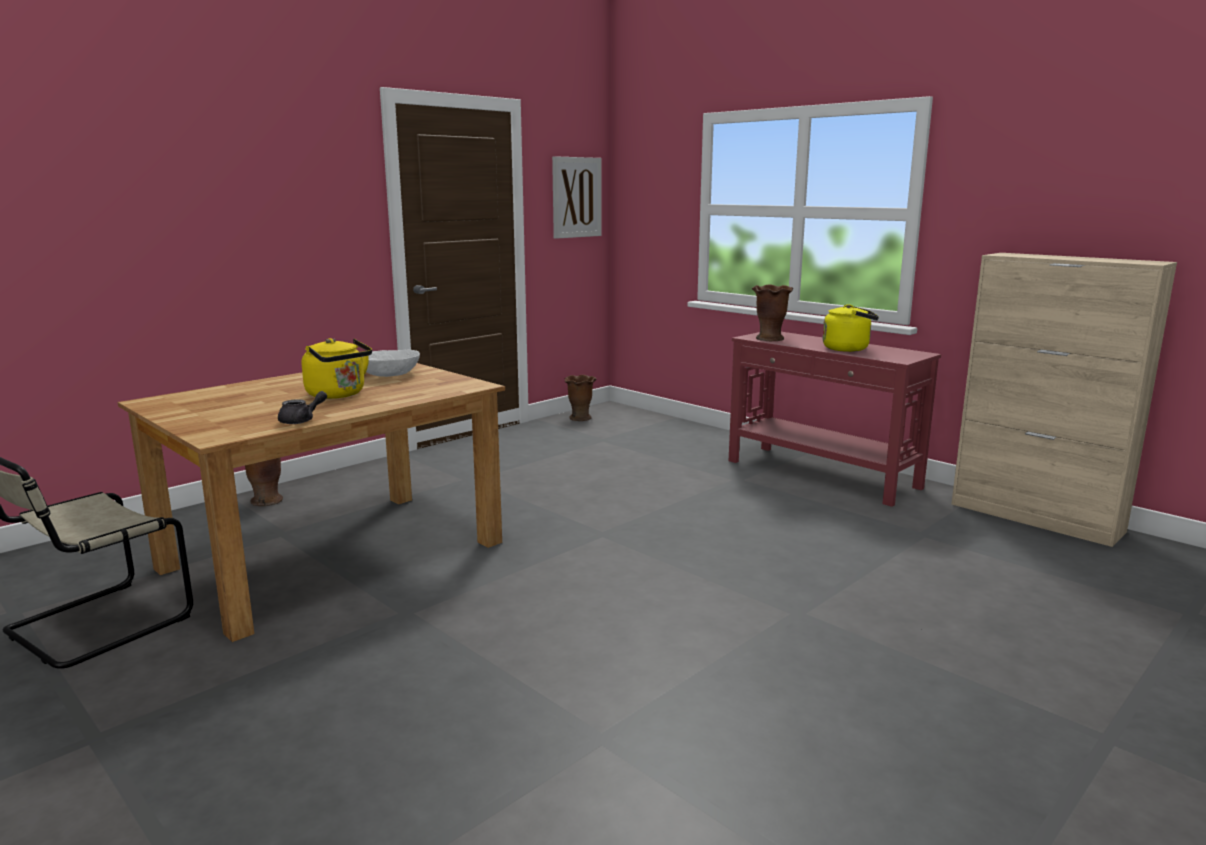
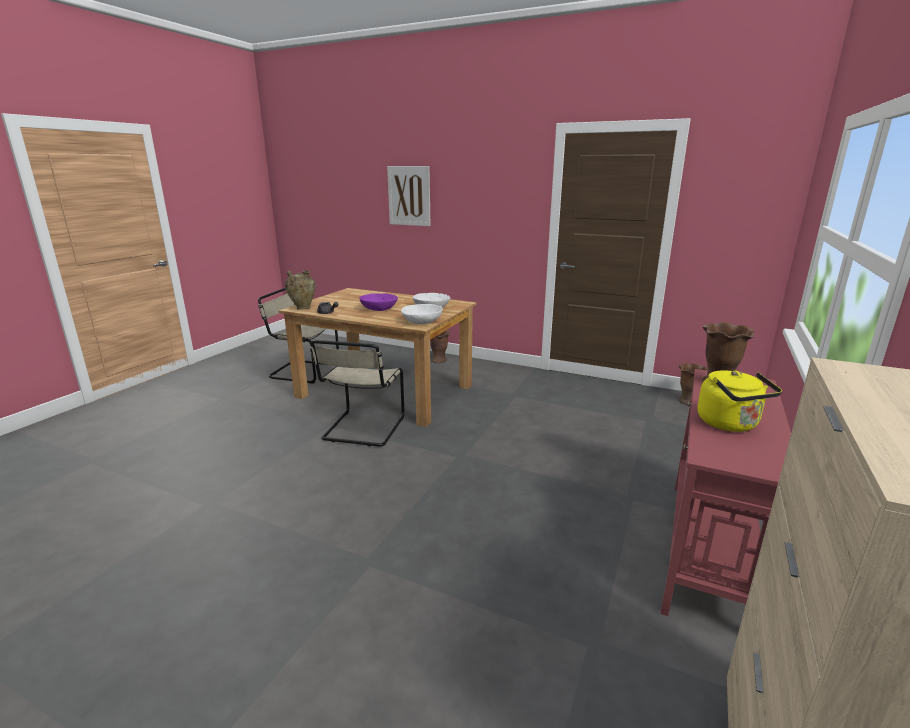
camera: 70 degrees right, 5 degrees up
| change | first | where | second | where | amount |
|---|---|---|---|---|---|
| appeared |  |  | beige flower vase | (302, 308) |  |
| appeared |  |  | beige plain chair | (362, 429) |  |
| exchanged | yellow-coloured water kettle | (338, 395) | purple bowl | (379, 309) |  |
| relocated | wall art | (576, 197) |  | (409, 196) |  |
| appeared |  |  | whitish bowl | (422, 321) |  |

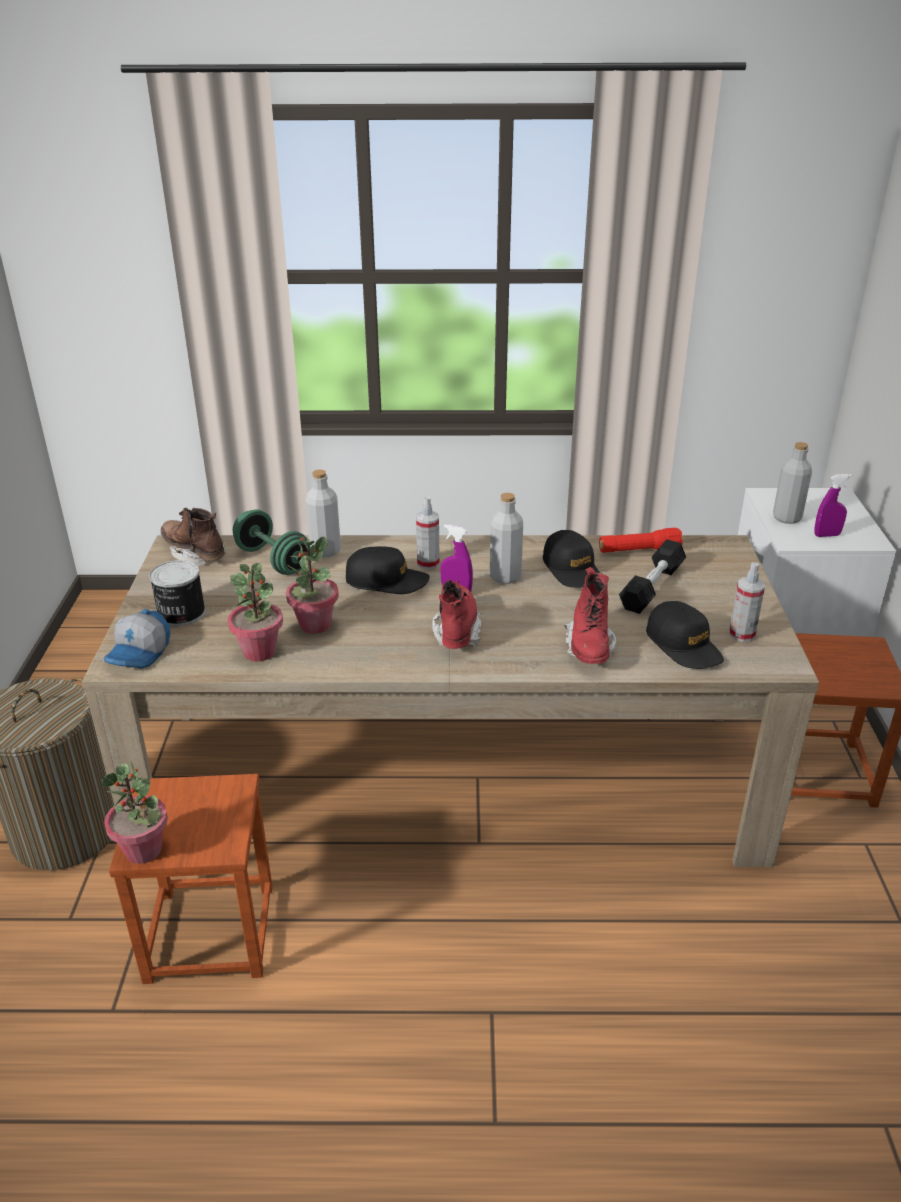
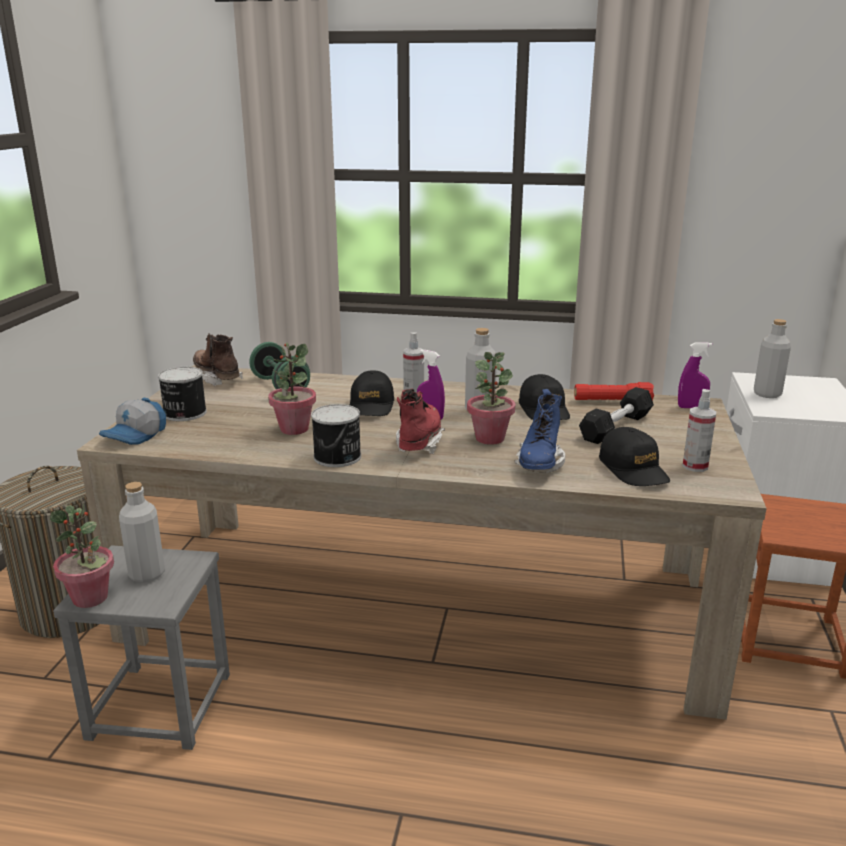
camera: 10 degrees right, 10 degrees down
| change | first | where | second | where | amount |
|---|---|---|---|---|---|
| colour | brownish stool seat | (210, 934) | greyish stool seat | (159, 706) |  |
| relocated | greyish beverage bottle | (325, 551) |  | (147, 574) |  |
| appeared |  |  | metal can | (338, 457) |  |
| spun | blackish baseball cap | (386, 581) |  | (371, 405) | 75 degrees clockwise |
| relocated | potted plant | (260, 652) |  | (490, 438) |  |
| colour | reddish tall boot | (589, 648) | bluish tall boot | (539, 464) |  |
| relocated | purple spray bottle | (827, 535) |  | (691, 407) |  |

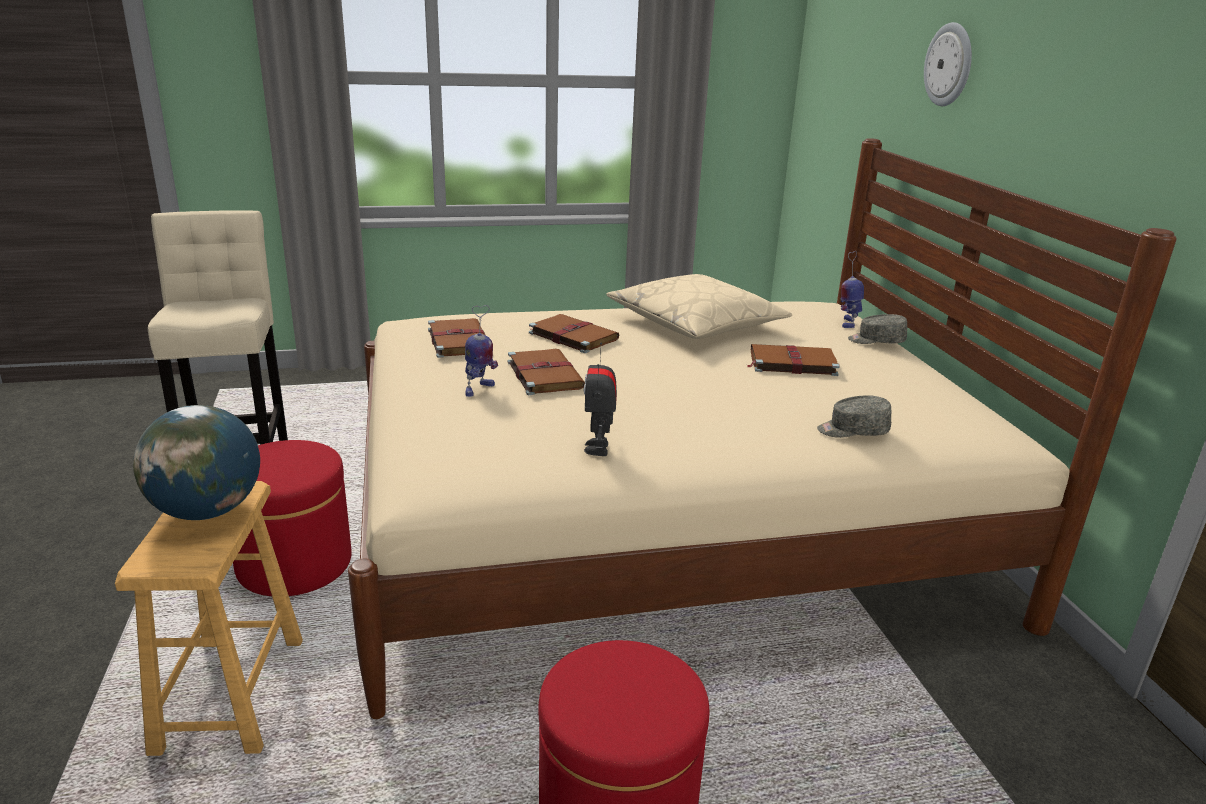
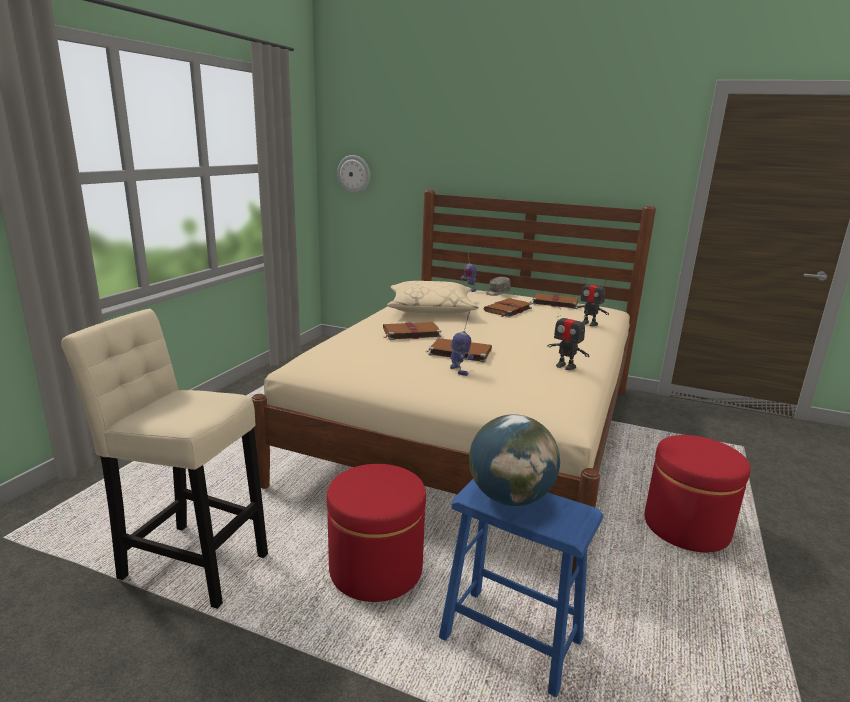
camera: 55 degrees left, 5 degrees down
| change | first | where | second | where | amount |
|---|---|---|---|---|---|
| relocated | wall clock | (949, 65) |  | (354, 174) |  |
| colour | brownish stool seat | (230, 693) | bluish stool seat | (511, 638) |  |
| relocated | brownish book | (458, 340) |  | (554, 302) |  |
| exchanged | greyish baseball cap | (852, 431) | robot figure | (589, 324) |  |

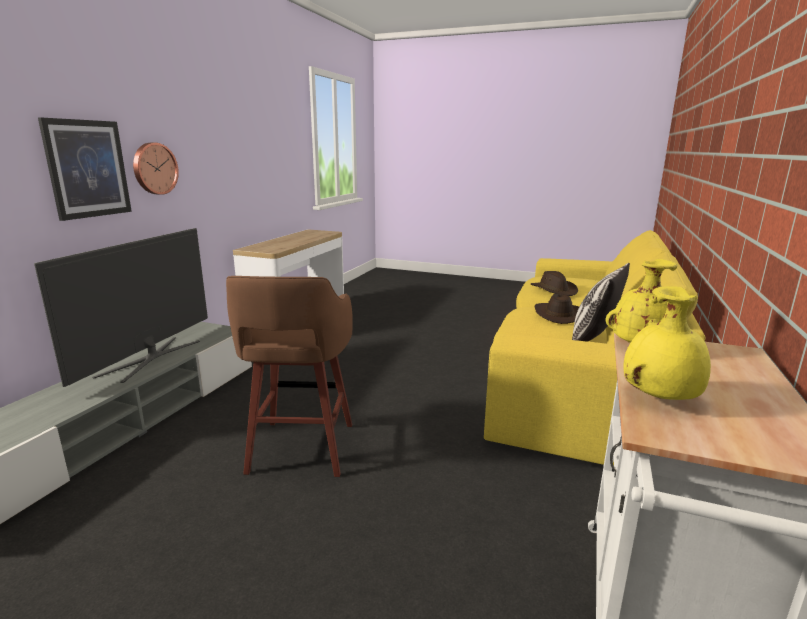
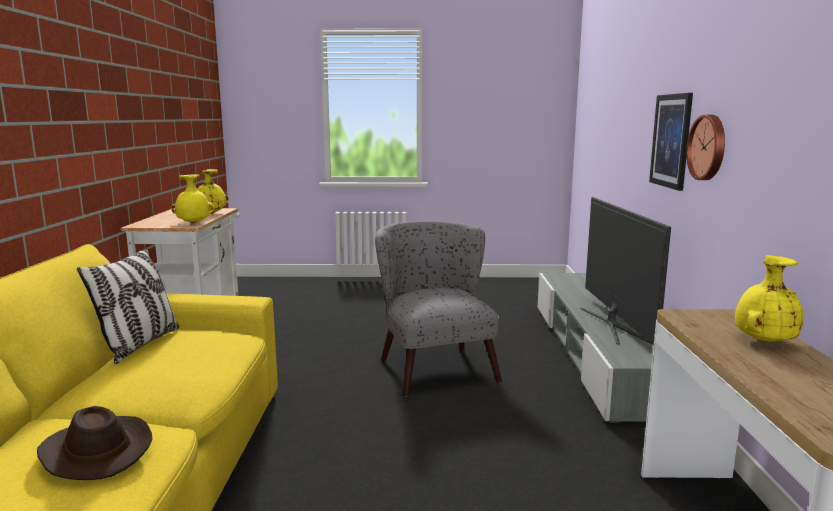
camera: 160 degrees right, 5 degrees down
| change | first | where | second | where | amount |
|---|---|---|---|---|---|
| exchanged | brownish stool seat | (300, 450) | greyish lounge chair | (433, 365) |  |
| appeared |  |  | yellow-coloured flower vase | (763, 341) |  |
| missing | brownish hat | (558, 314) |  |  |  |

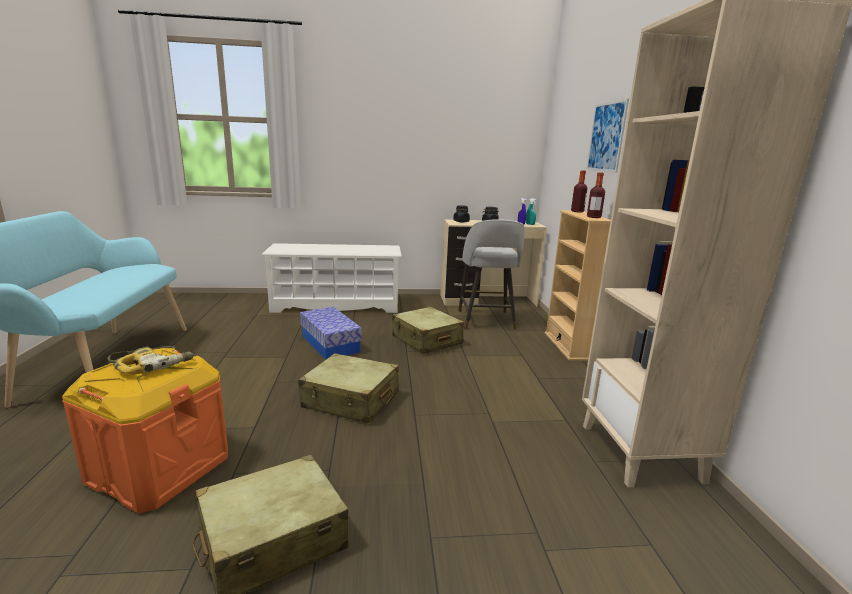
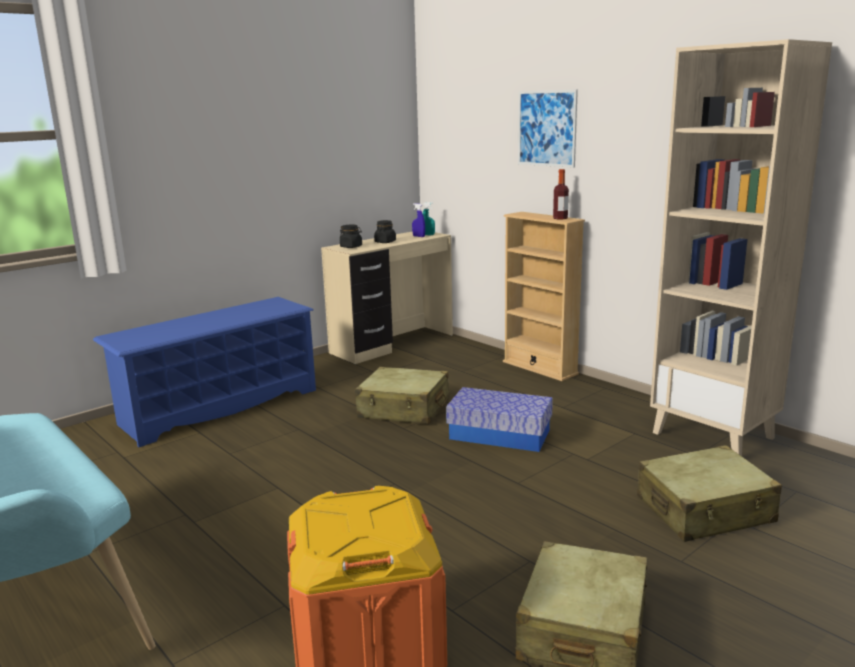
camera: 35 degrees left, 0 degrees up
| change | first | where | second | where | amount |
|---|---|---|---|---|---|
| colour | whitish shoe shelf | (336, 305) | bluish shoe shelf | (219, 407) |  |
| relocated | storage bin | (330, 343) |  | (499, 434) |  |
| relocated | beige suitcase | (351, 400) |  | (705, 510) |  |
| missing | power drill | (153, 365) |  |  |  |
| missing | greyish stool seat | (486, 321) |  |  |  |
| missing | beverage bottle | (577, 211) |  |  |  |

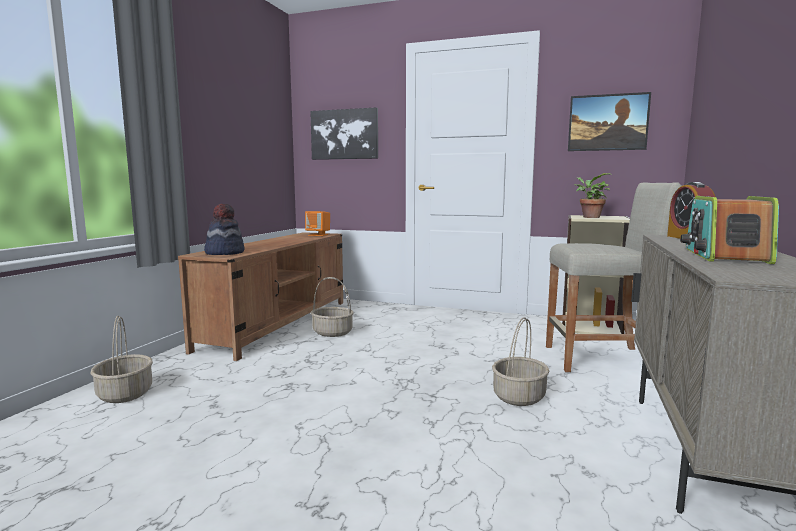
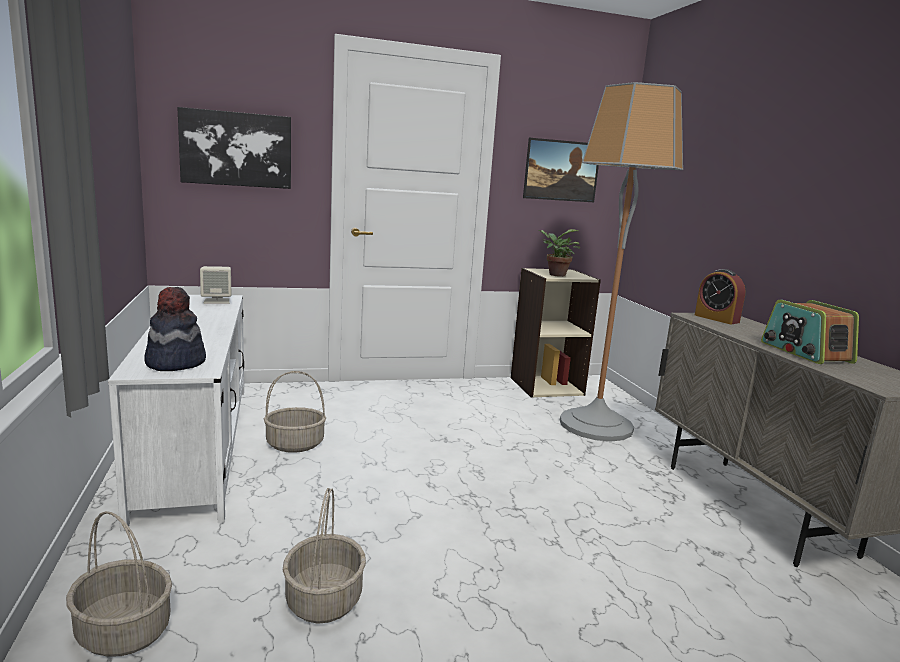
camera: 35 degrees left, 5 degrees up
| change | first | where | second | where | amount |
|---|---|---|---|---|---|
| colour | brownish tv stand | (278, 324) | whitish tv stand | (197, 444) |  |
| colour | orange audio speaker | (318, 235) | beige audio speaker | (217, 301) |  |
| relocated | basket | (518, 396) |  | (323, 599) |  |
| exchanged | beige stool seat | (601, 359) | standard lamp | (596, 425) |  |

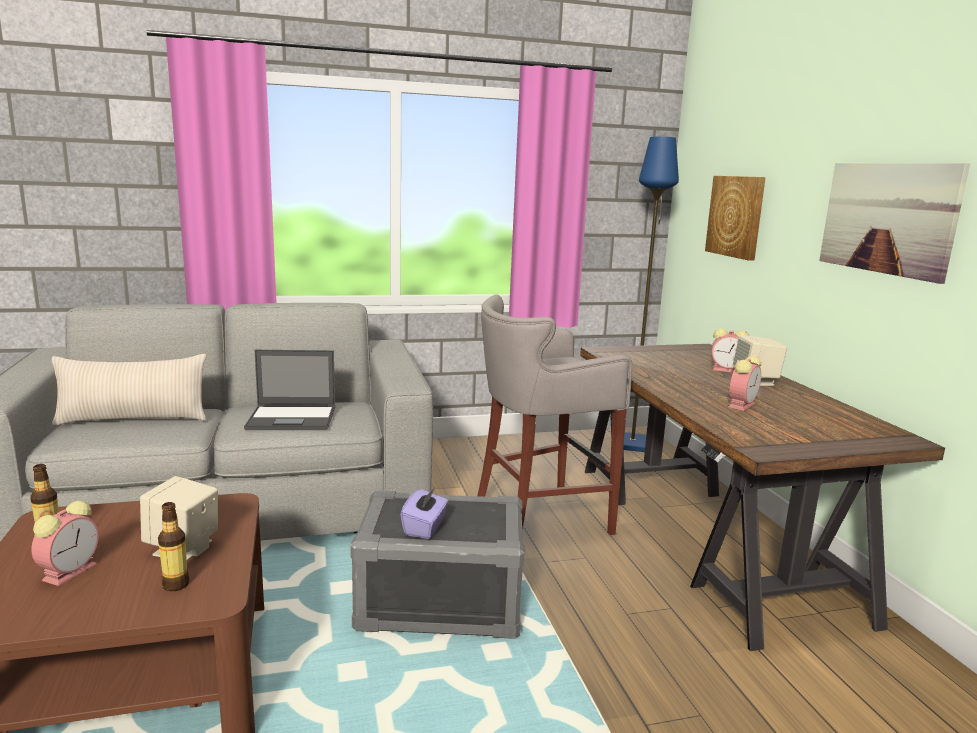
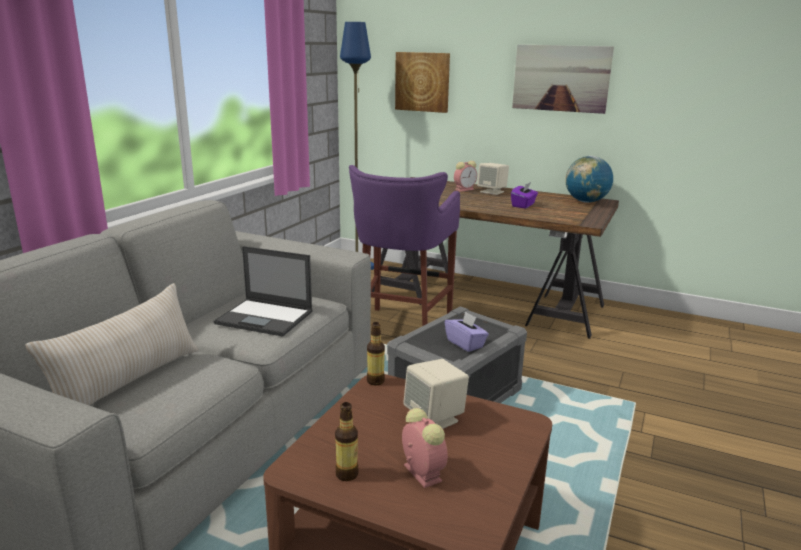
camera: 50 degrees left, 5 degrees up
| change | first | where | second | where | amount |
|---|---|---|---|---|---|
| spun | notebook computer | (293, 418) |  | (265, 318) | 75 degrees clockwise |
| colour | greyish stool seat | (538, 517) | purple stool seat | (401, 330) |  |
| relocated | beverage bottle | (175, 585) |  | (375, 381) |  |
| exchanged | alarm clock | (741, 405) | purple tissue holder | (523, 205) |  |
| appeared |  |  | world globe | (586, 202) |  |

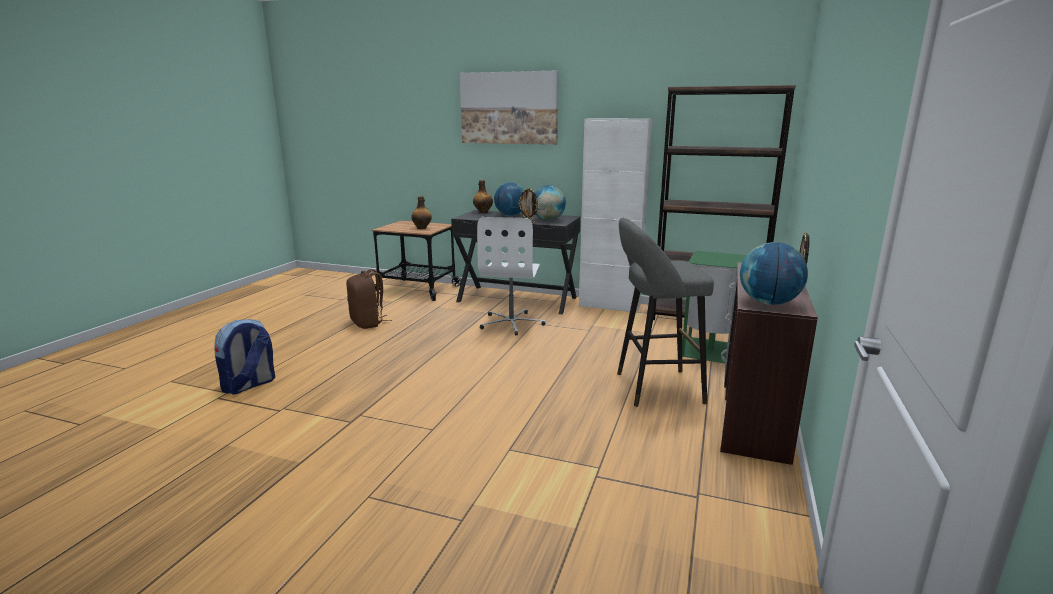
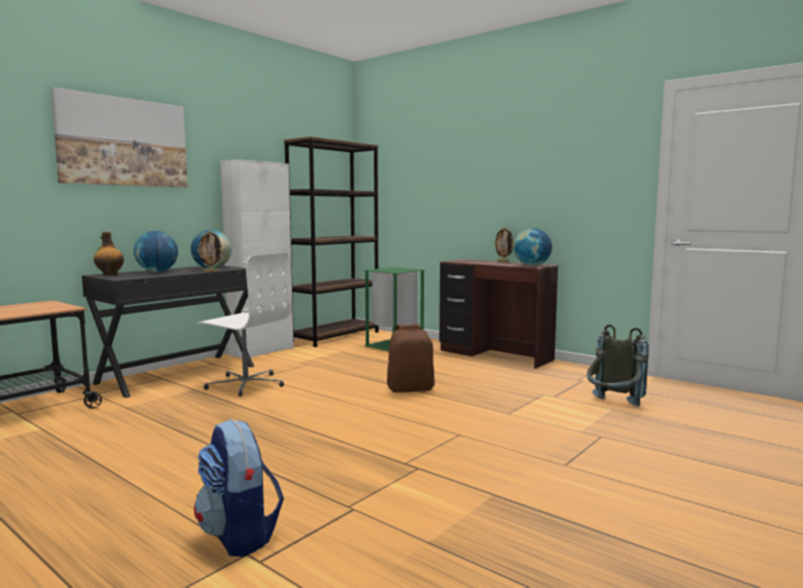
camera: 70 degrees left, 10 degrees down
| change | first | where | second | where | amount |
|---|---|---|---|---|---|
| relocated | brownish backpack | (368, 323) |  | (410, 389) |  |
| appeared |  |  | greyish backpack | (613, 406) |  |
| missing | beverage bottle | (422, 228) |  |  |  |
| missing | greyish stool seat | (653, 388) |  |  |  |

